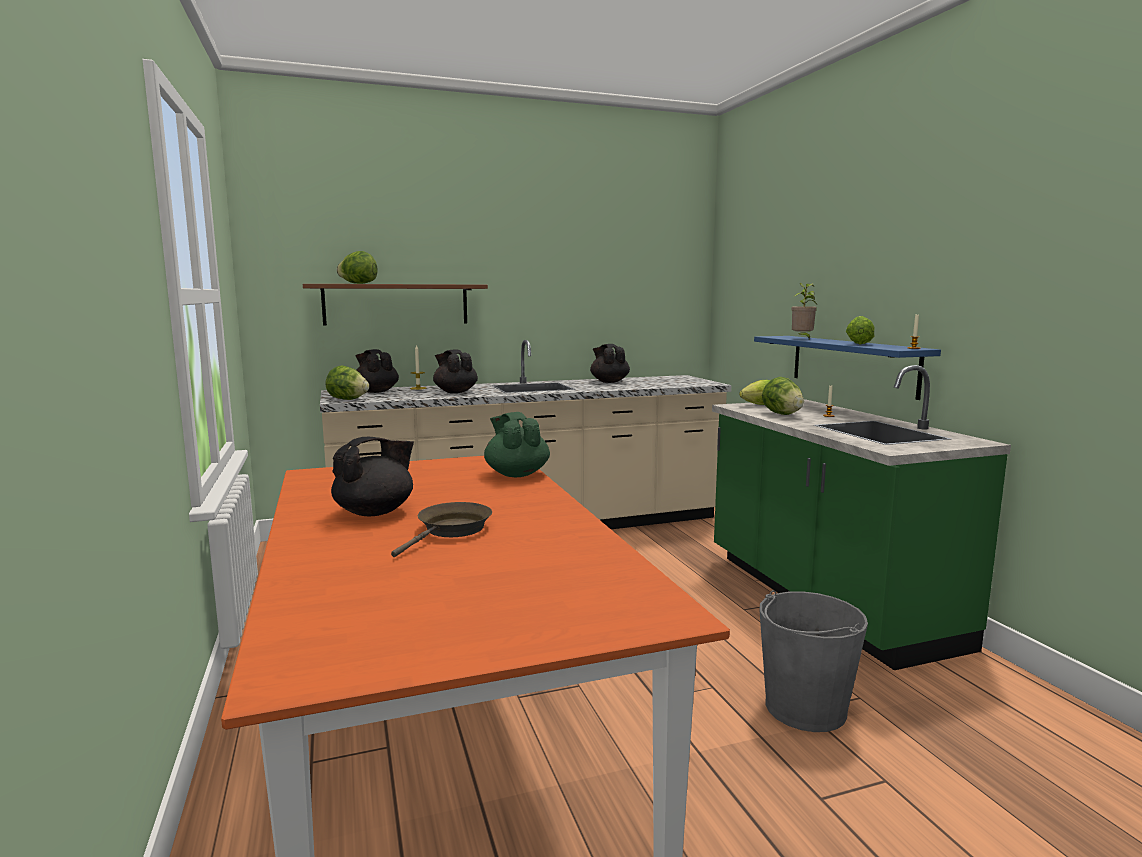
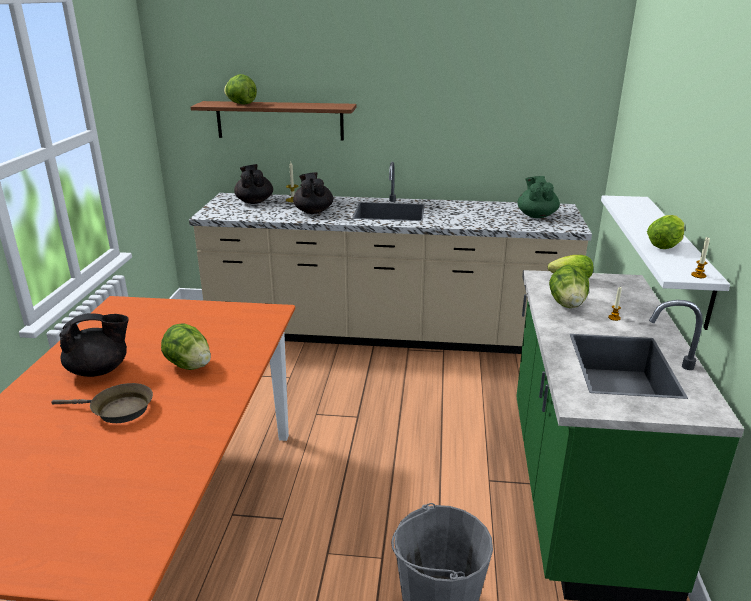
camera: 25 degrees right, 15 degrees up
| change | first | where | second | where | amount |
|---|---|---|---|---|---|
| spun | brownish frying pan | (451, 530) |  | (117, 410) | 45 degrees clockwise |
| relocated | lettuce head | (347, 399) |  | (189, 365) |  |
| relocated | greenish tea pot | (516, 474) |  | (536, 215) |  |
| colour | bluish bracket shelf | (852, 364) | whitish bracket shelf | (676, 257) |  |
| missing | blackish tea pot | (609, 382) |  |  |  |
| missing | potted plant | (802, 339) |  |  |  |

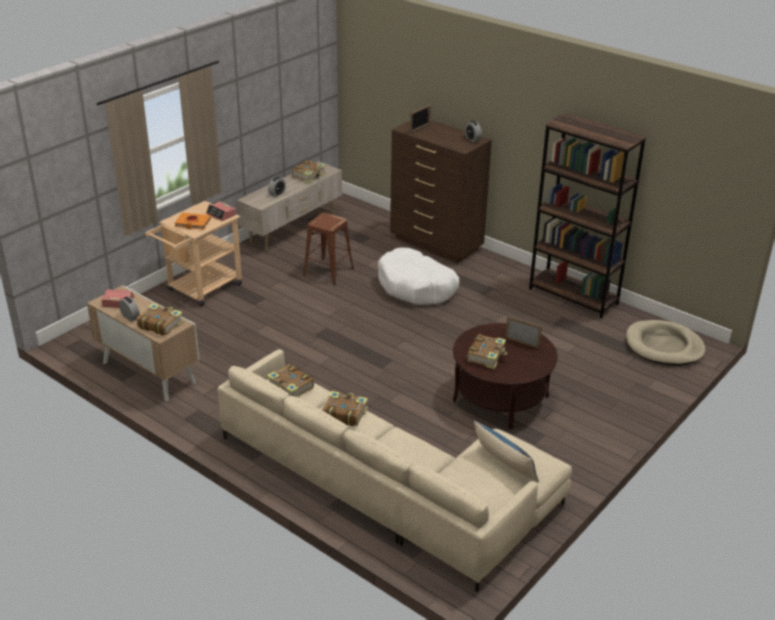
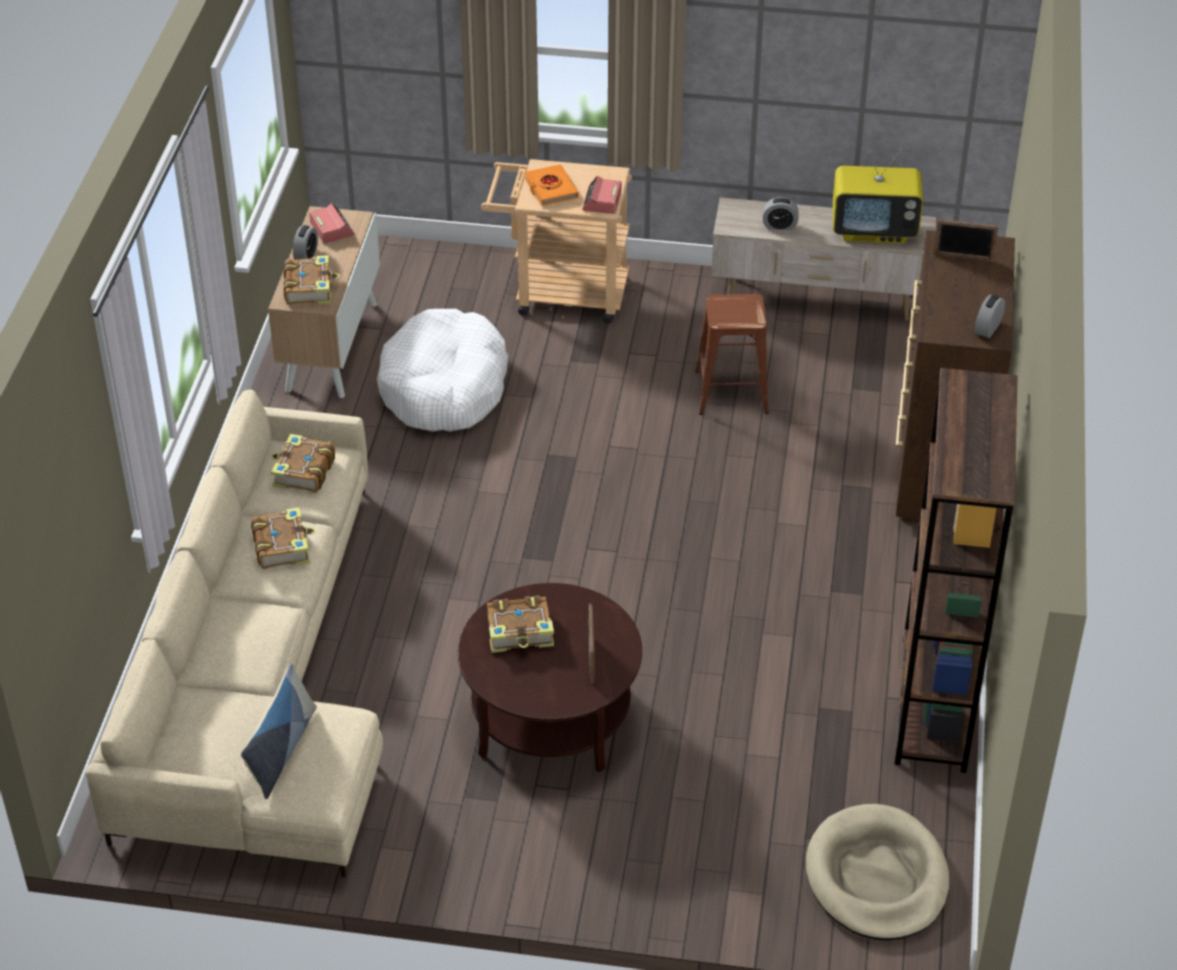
camera: 60 degrees right, 10 degrees up
| change | first | where | second | where | amount |
|---|---|---|---|---|---|
| relocated | whitish dog cushion | (416, 287) |  | (444, 387) |  |
| exchanged | book | (309, 175) | TV set | (874, 230) |  |

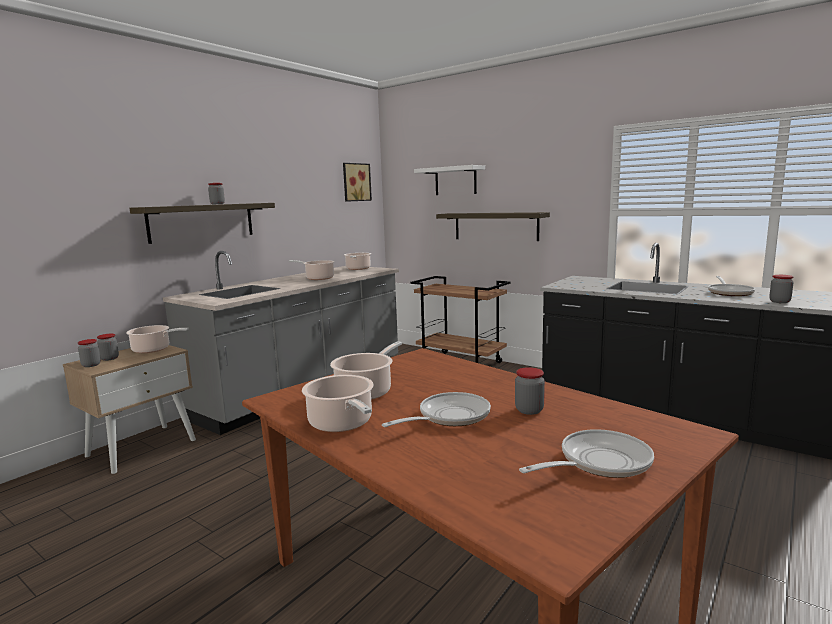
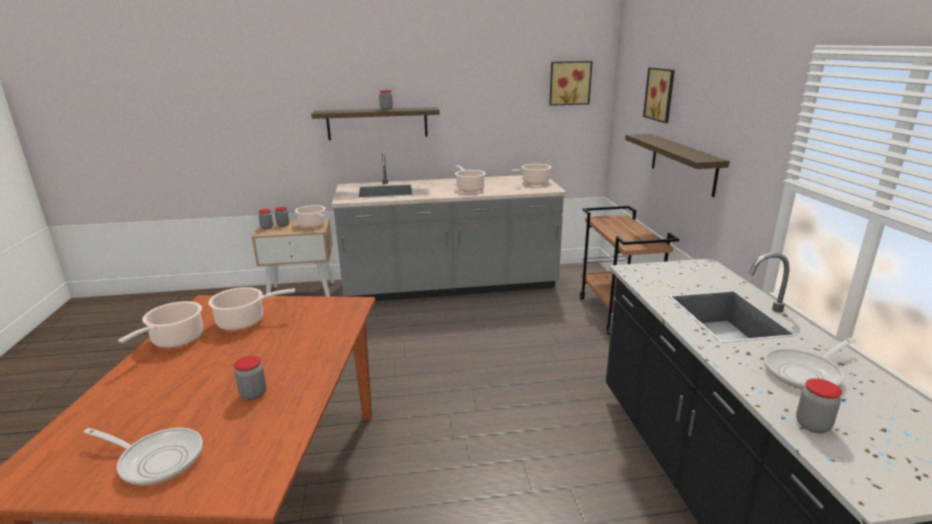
camera: 45 degrees right, 10 degrees up
| change | first | where | second | where | amount |
|---|---|---|---|---|---|
| exchanged | whitish bracket shelf | (455, 181) | wall art | (661, 94) |  |
| missing | frying pan | (449, 417) |  |  |  |

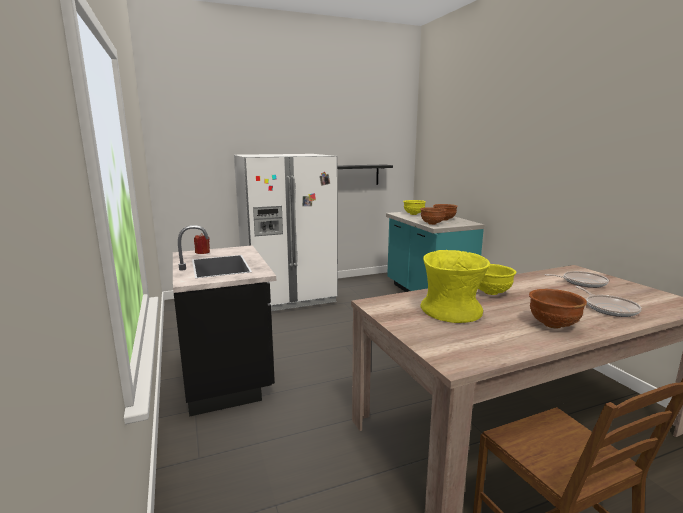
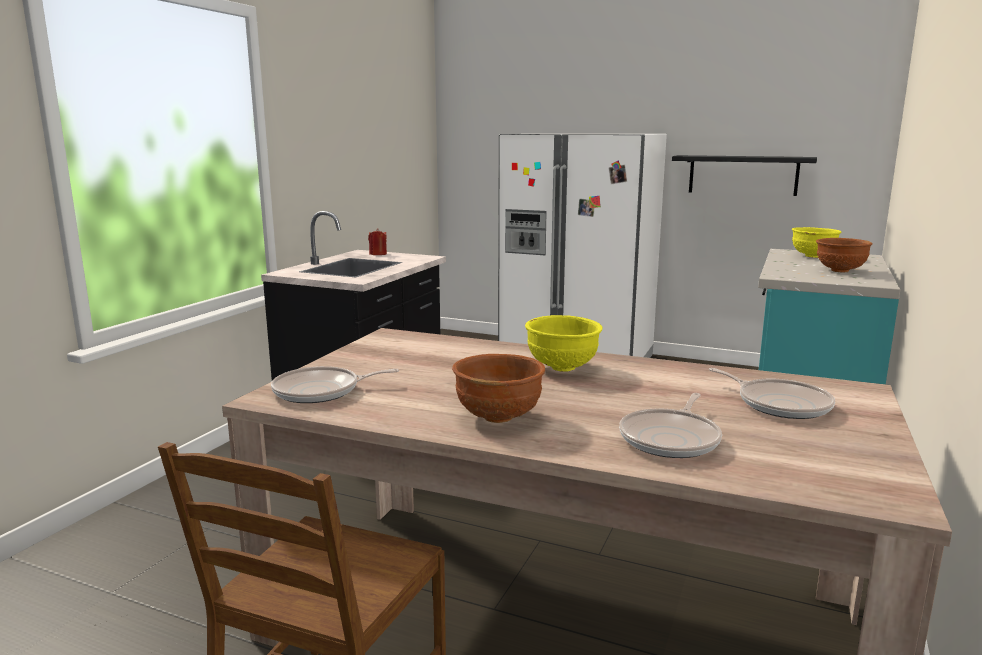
camera: 45 degrees right, 0 degrees up
| change | first | where | second | where | amount |
|---|---|---|---|---|---|
| appeared |  |  | frying pan | (321, 391) |  |
| missing | brownish bowl | (432, 224) |  |  |  |
| missing | yellow-coloured flower vase | (451, 311) |  |  |  |

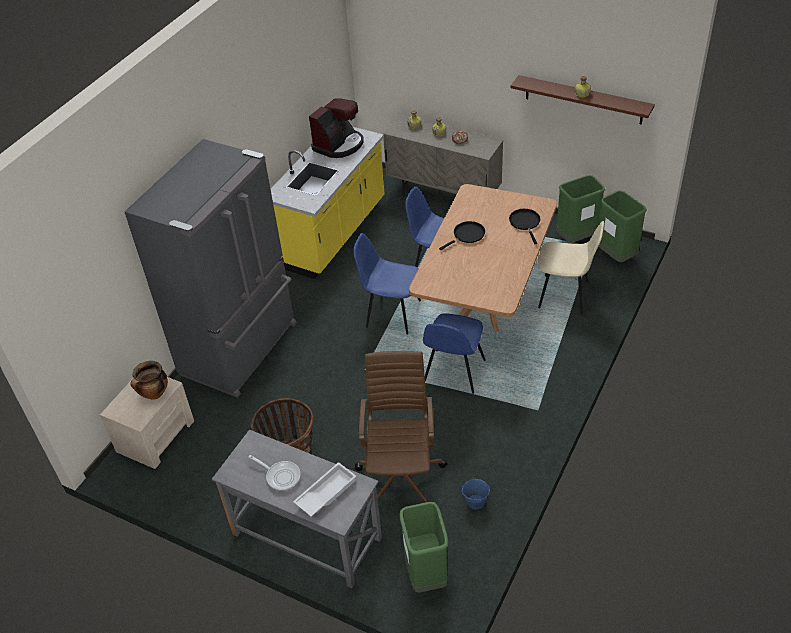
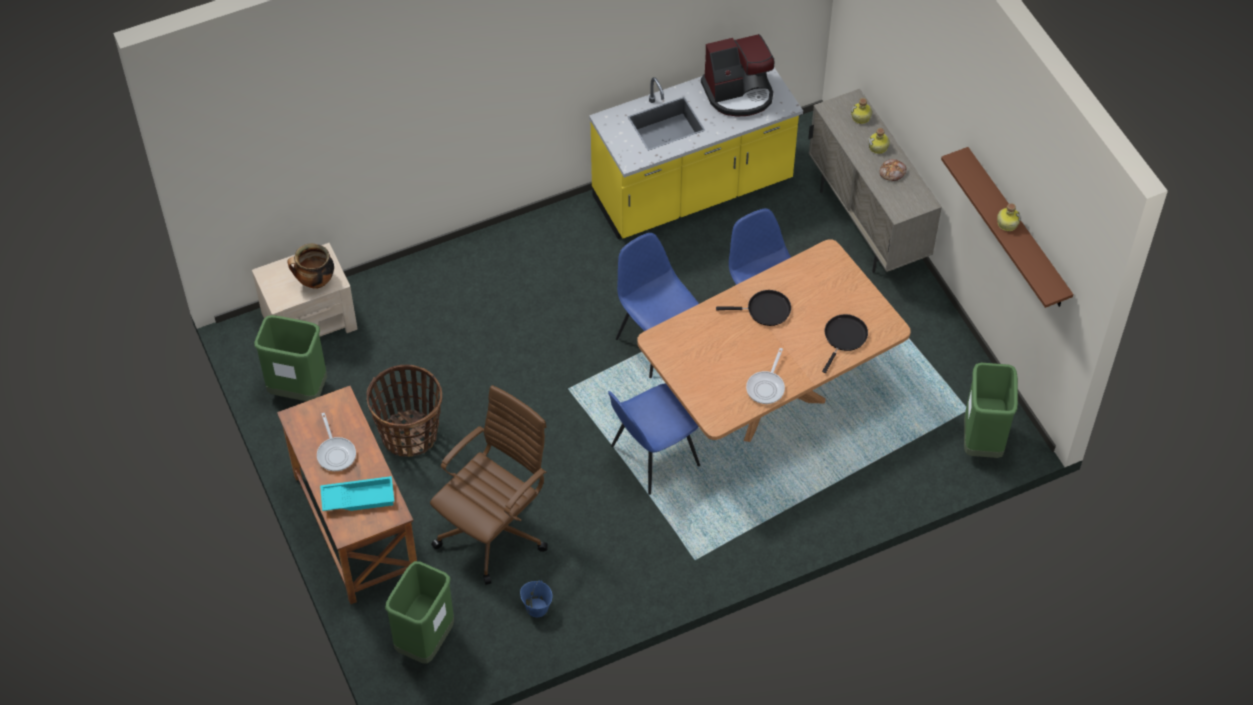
camera: 35 degrees right, 10 degrees up
| change | first | where | second | where | amount |
|---|---|---|---|---|---|
| relocated | greenish rubbish bin | (576, 238) |  | (299, 390) |  |
| colour | greyish desk table | (306, 537) | brownish desk table | (355, 526) |  |
| colour | whitish tray | (325, 492) | blue-green tray | (358, 497) |  |
| appeared |  |  | frying pan | (766, 387) |  |
| missing | greyish fridge | (241, 349) |  |  |  |
| missing | beige plain chair | (565, 295) |  |  |  |

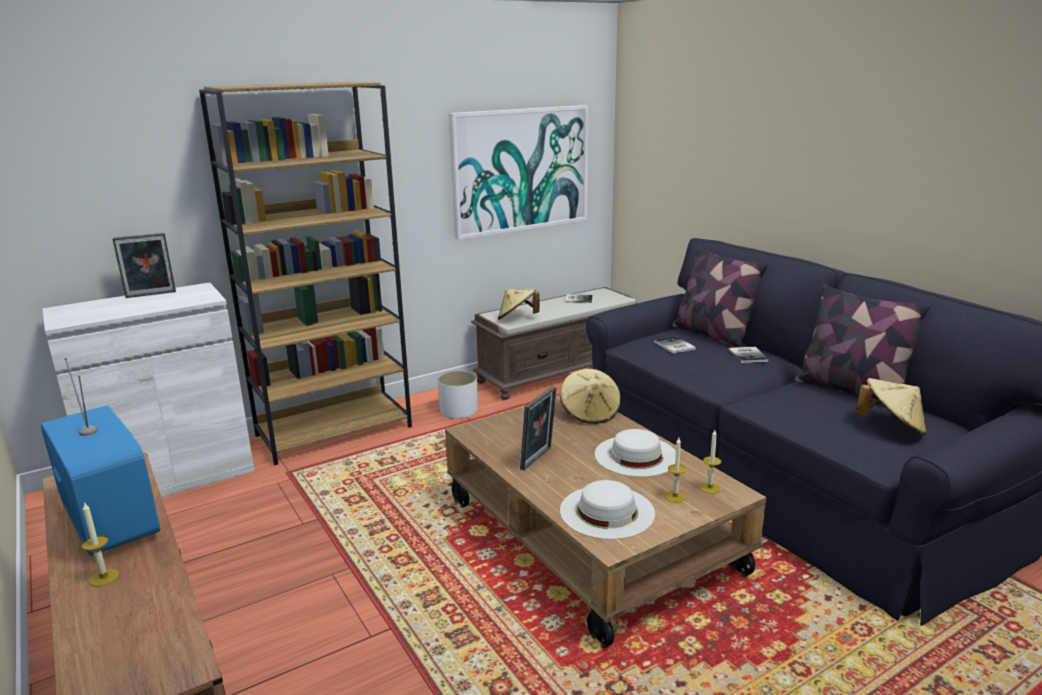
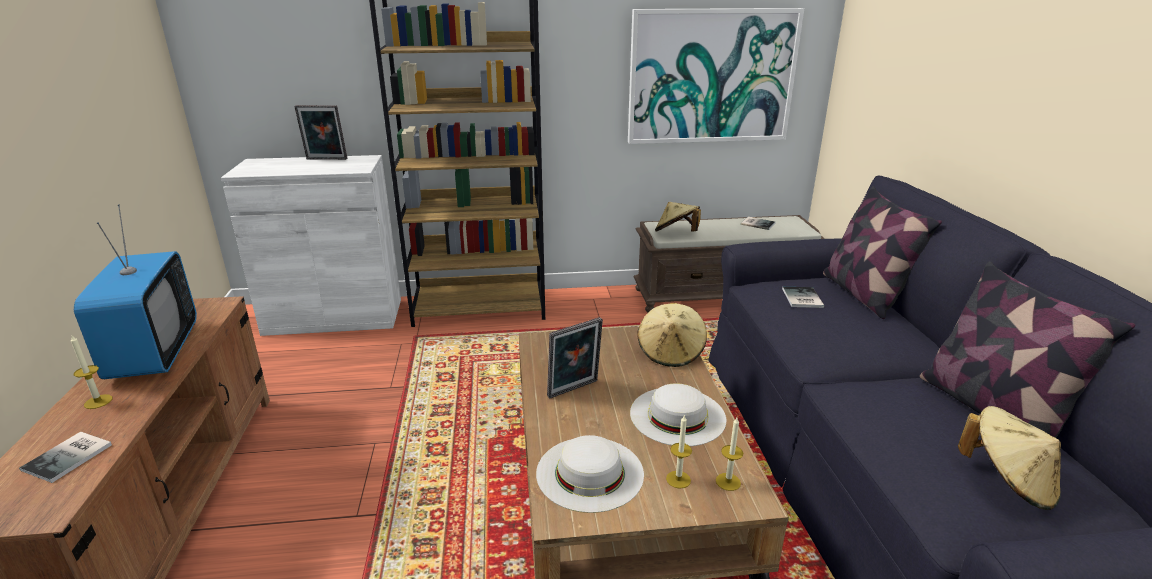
camera: 25 degrees right, 5 degrees up
| change | first | where | second | where | amount |
|---|---|---|---|---|---|
| relocated | book | (748, 355) |  | (70, 456) |  |
| missing | whitish flower pot | (458, 410) |  |  |  |

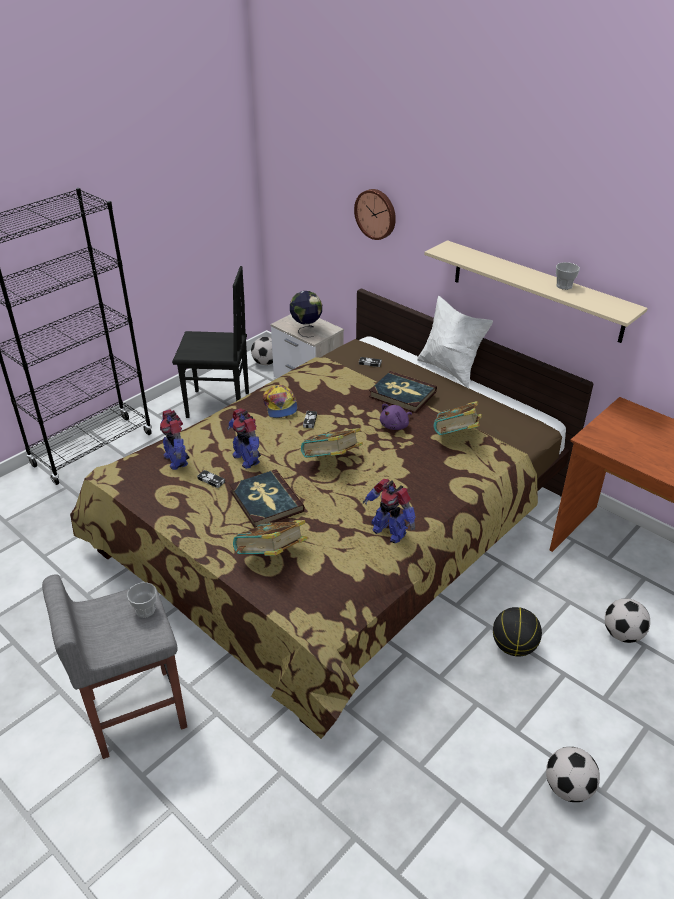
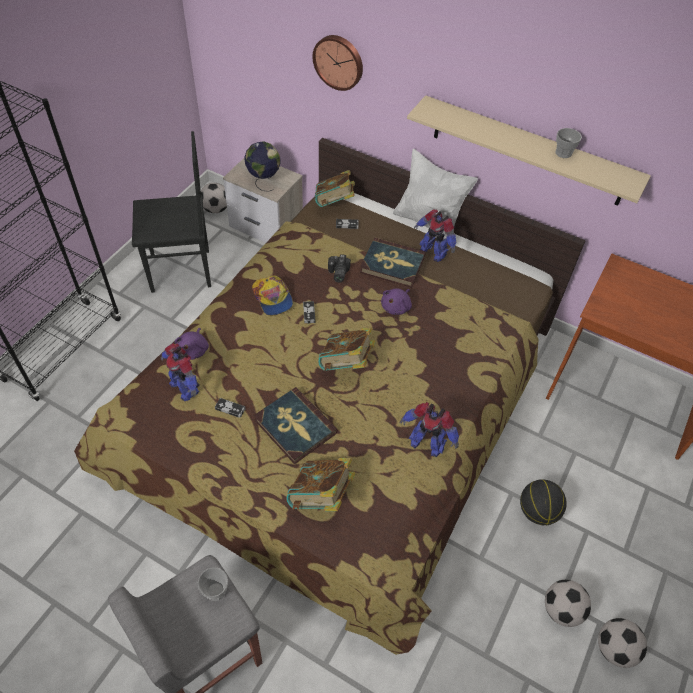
camera: 15 degrees left, 15 degrees up
| change | first | where | second | where | amount |
|---|---|---|---|---|---|
| appeared |  |  | purple plush toy | (193, 350) |  |
| relocated | book | (456, 436) |  | (334, 204) |  |
| appeared |  |  | photo camera | (337, 273) |  |
| relocated | robot figure | (246, 458) |  | (433, 252) |  |
| relocated | football | (622, 634) |  | (561, 610) |  |

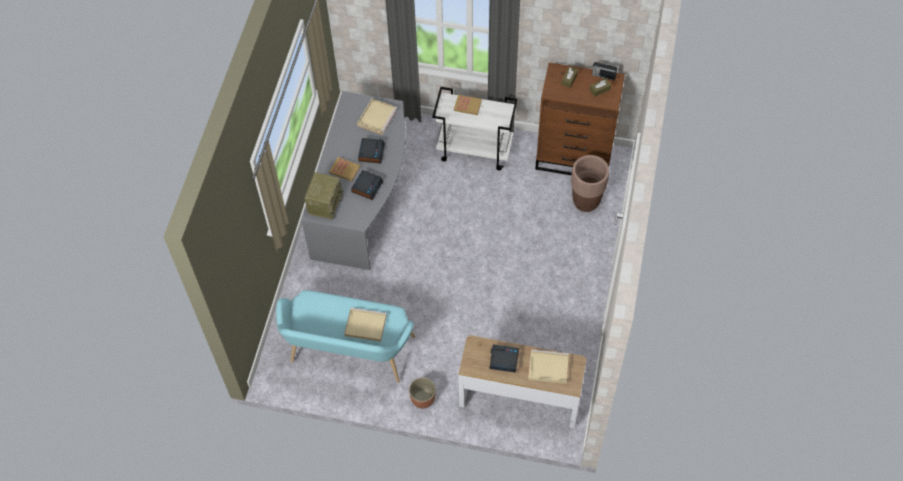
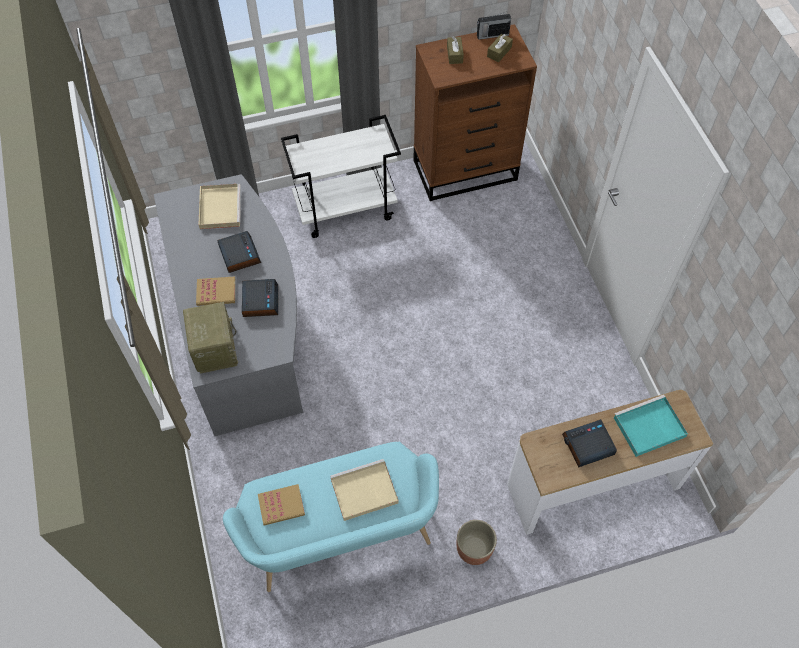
camera: 30 degrees left, 0 degrees up
| change | first | where | second | where | amount |
|---|---|---|---|---|---|
| relocated | book | (467, 106) |  | (281, 505) |  |
| colour | beige tray | (547, 368) | blue-green tray | (648, 428) |  |
| missing | brownish flower pot | (586, 202) |  |  |  |

